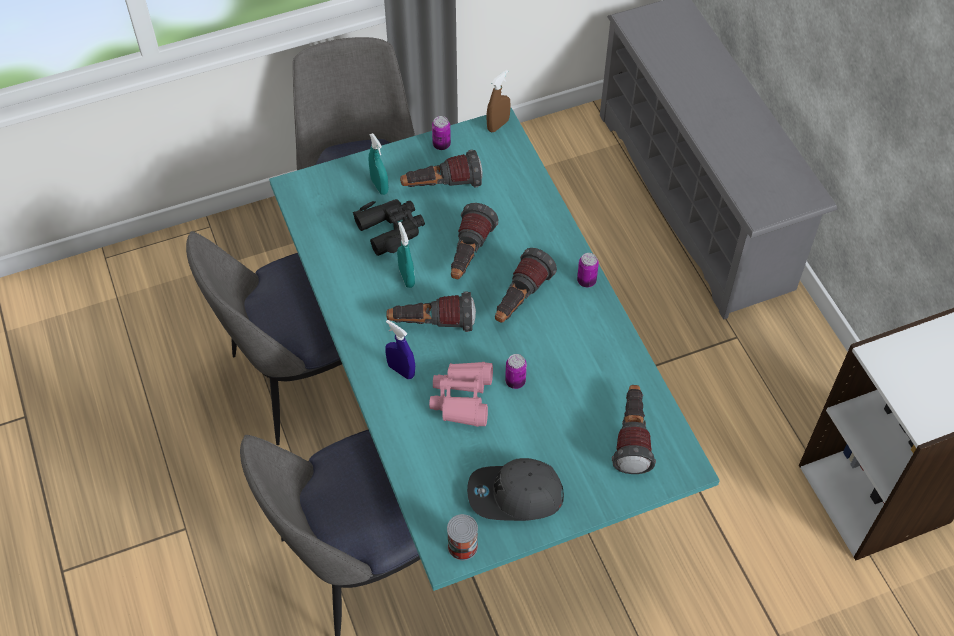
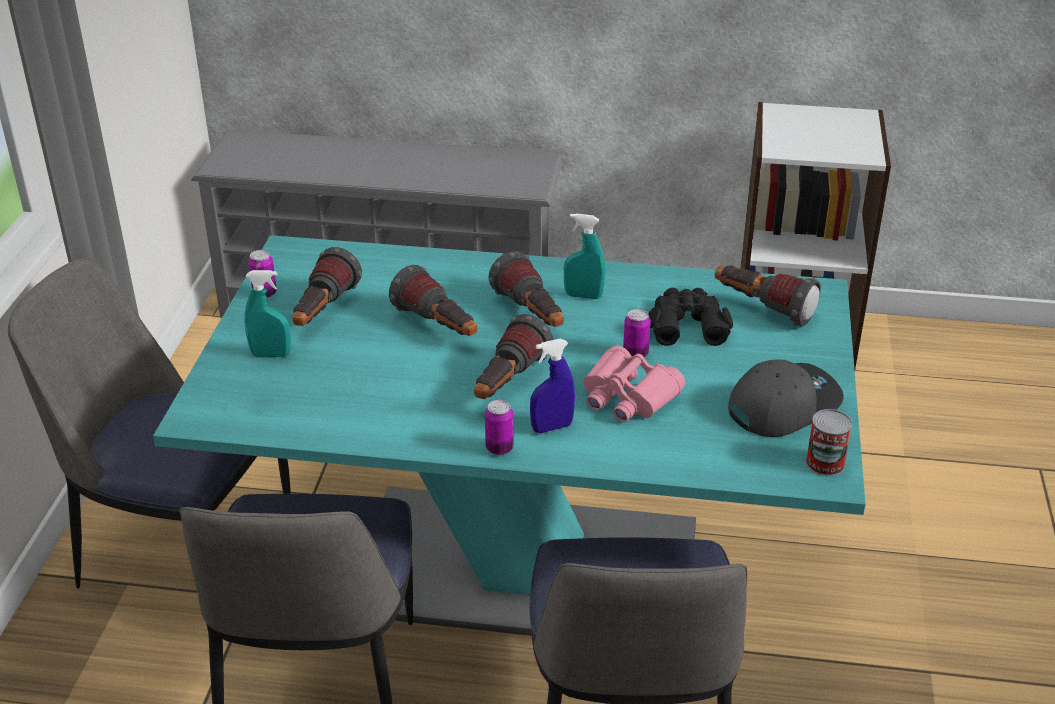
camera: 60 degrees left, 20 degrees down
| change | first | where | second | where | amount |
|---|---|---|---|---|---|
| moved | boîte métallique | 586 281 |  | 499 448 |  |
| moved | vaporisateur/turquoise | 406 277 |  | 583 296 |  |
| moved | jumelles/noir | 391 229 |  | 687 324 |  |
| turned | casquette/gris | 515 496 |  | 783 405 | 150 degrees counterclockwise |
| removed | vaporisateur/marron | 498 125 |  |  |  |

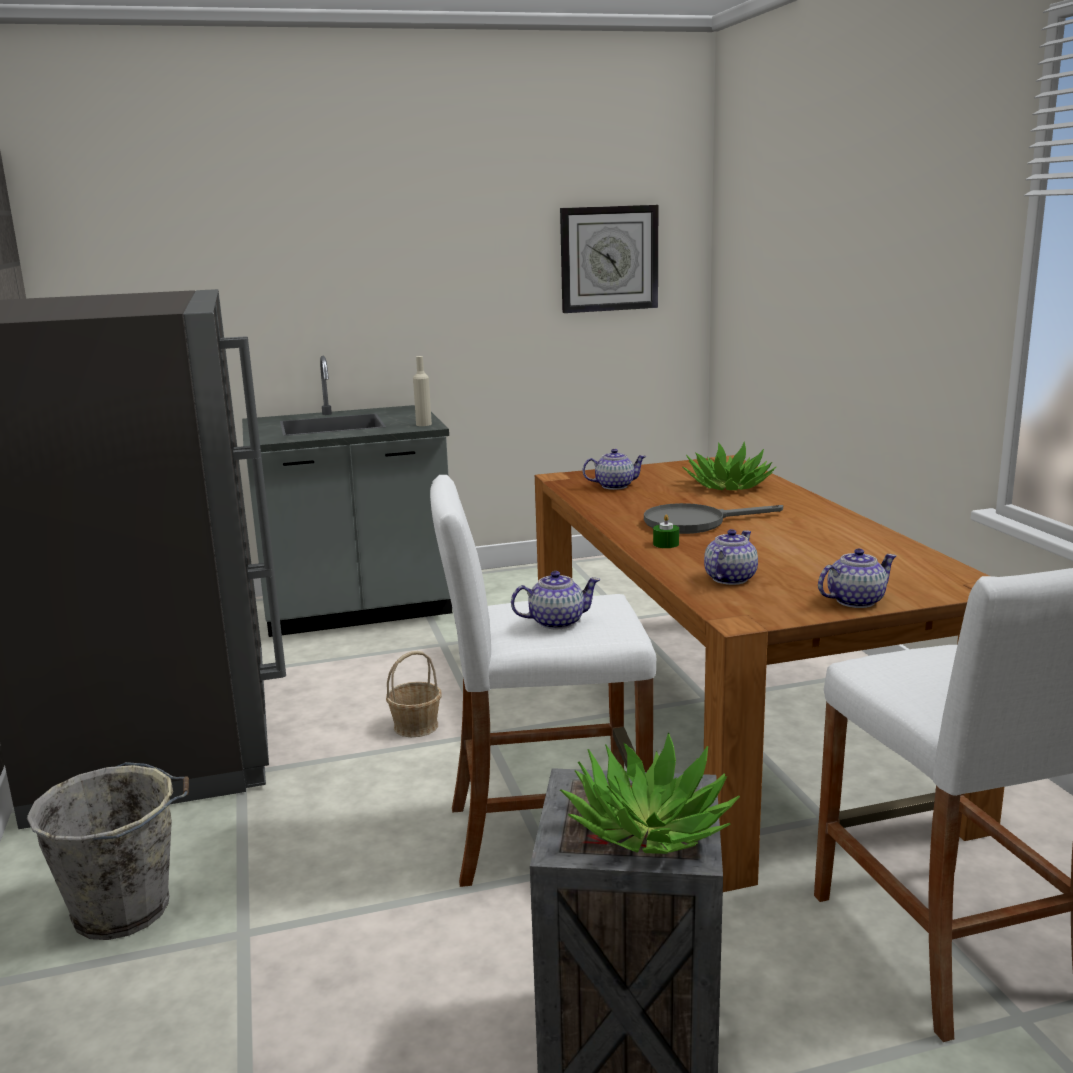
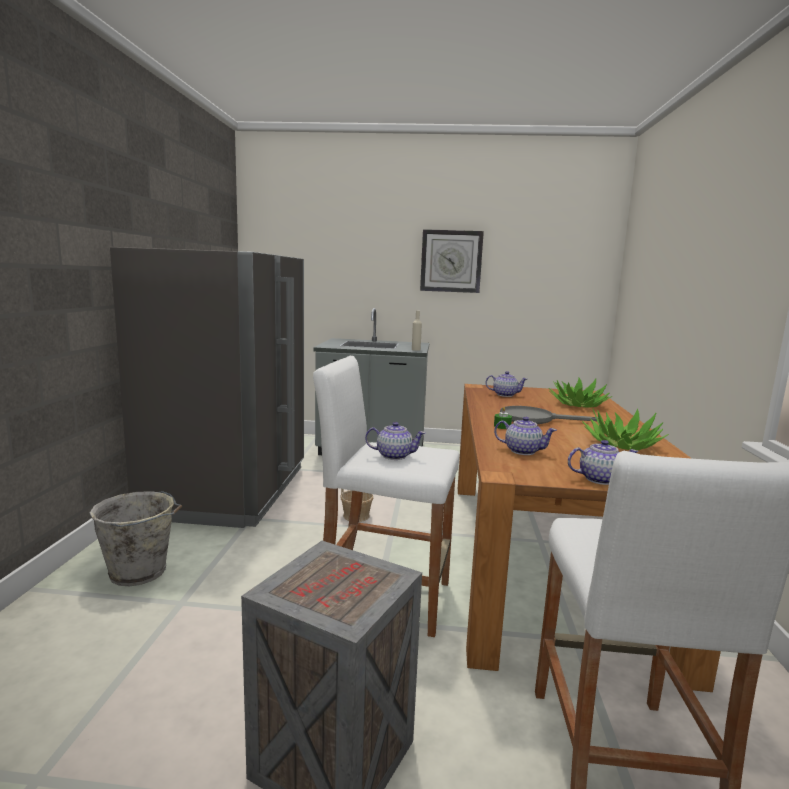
camera: 20 degrees right, 5 degrees down
| change | first | where | second | where | amount |
|---|---|---|---|---|---|
| moved | horloge murale | 609 258 |  | 451 261 |  |
| turned | théière | 729 579 |  | 522 451 | 60 degrees clockwise |
| moved | plante en pot | 650 828 |  | 622 444 |  |

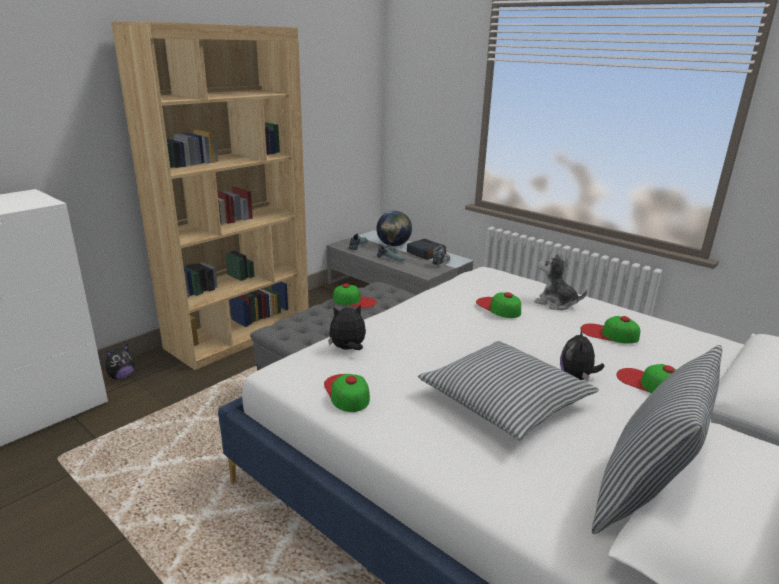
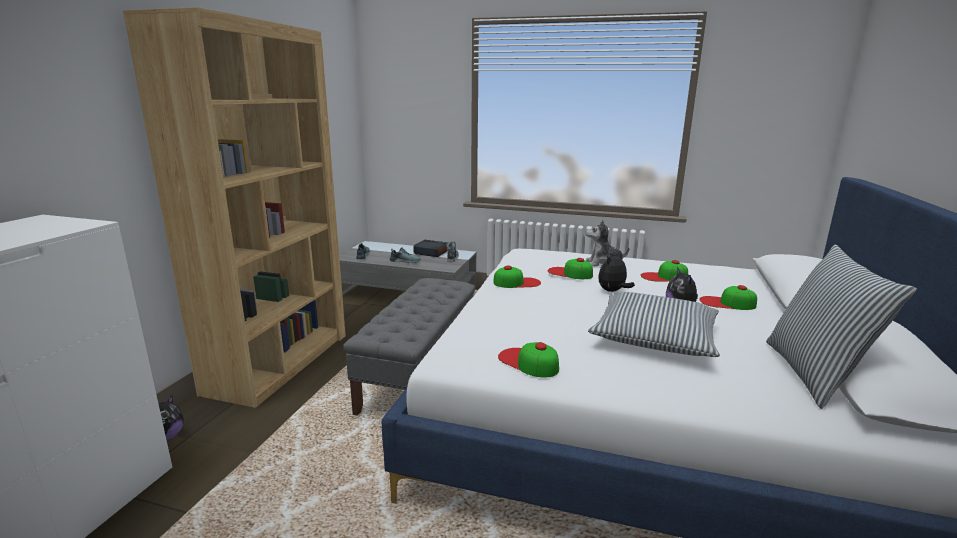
camera: 25 degrees left, 5 degrees down
| change | first | where | second | where | amount |
|---|---|---|---|---|---|
| moved | casquette | 354 301 |  | 517 282 |  |
| moved | peluche | 348 349 |  | 612 291 |  |
| removed | globe | 393 245 |  |  |  |

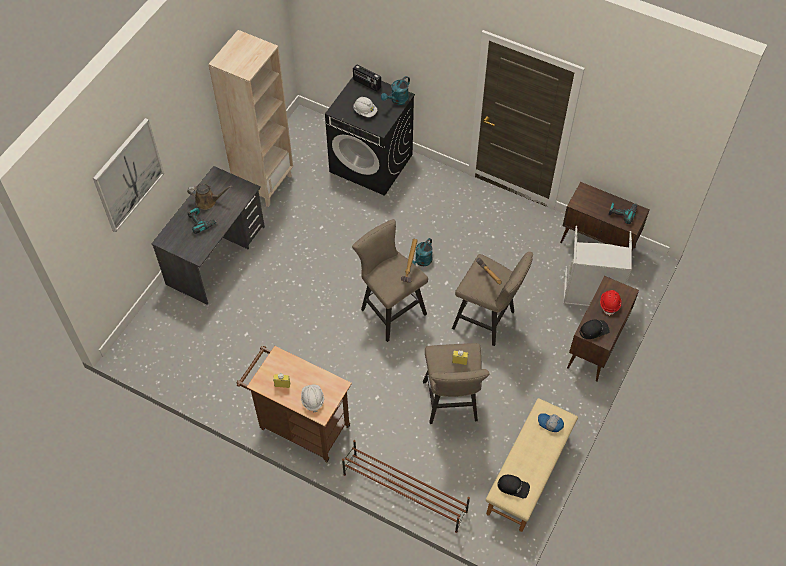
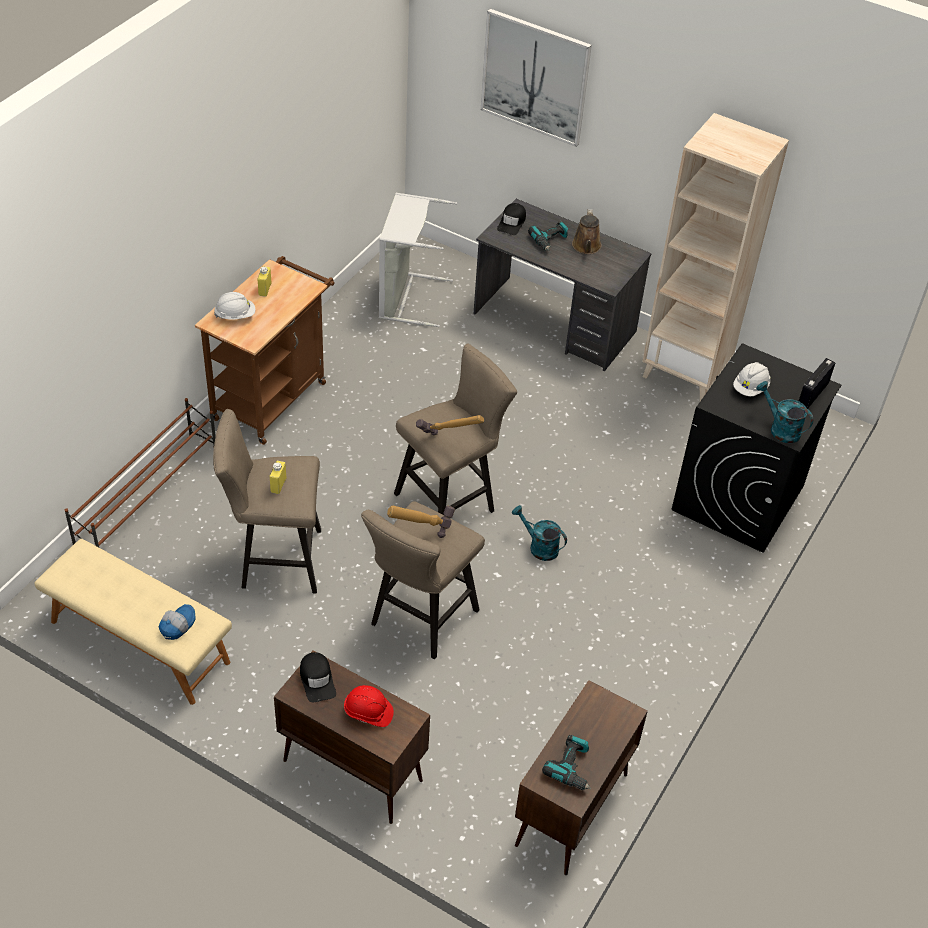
camera: 90 degrees right, 10 degrees down
| change | first | where | second | where | amount |
|---|---|---|---|---|---|
| moved | panier à linge/gris | 590 294 |  | 406 298 |  |
| moved | casquette/noir | 513 487 |  | 512 222 |  |

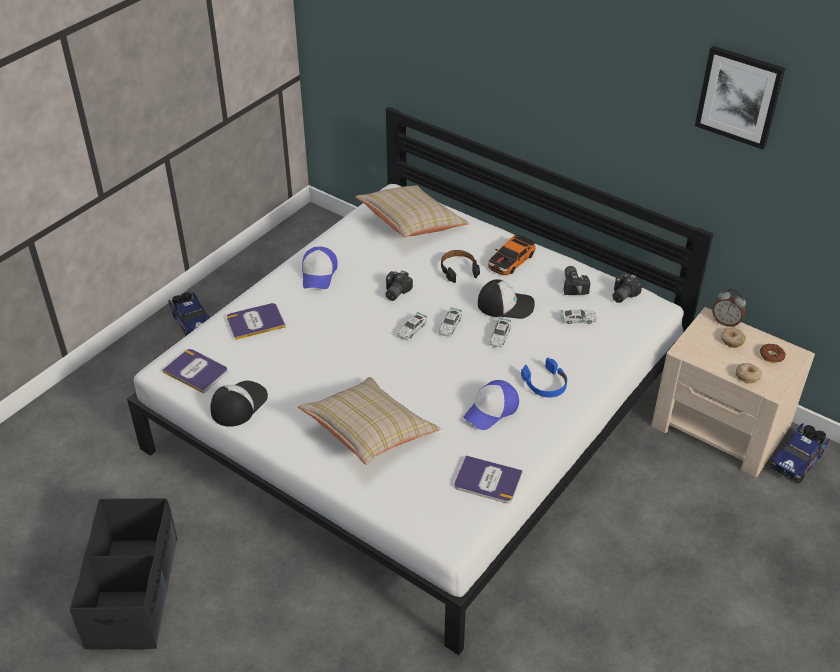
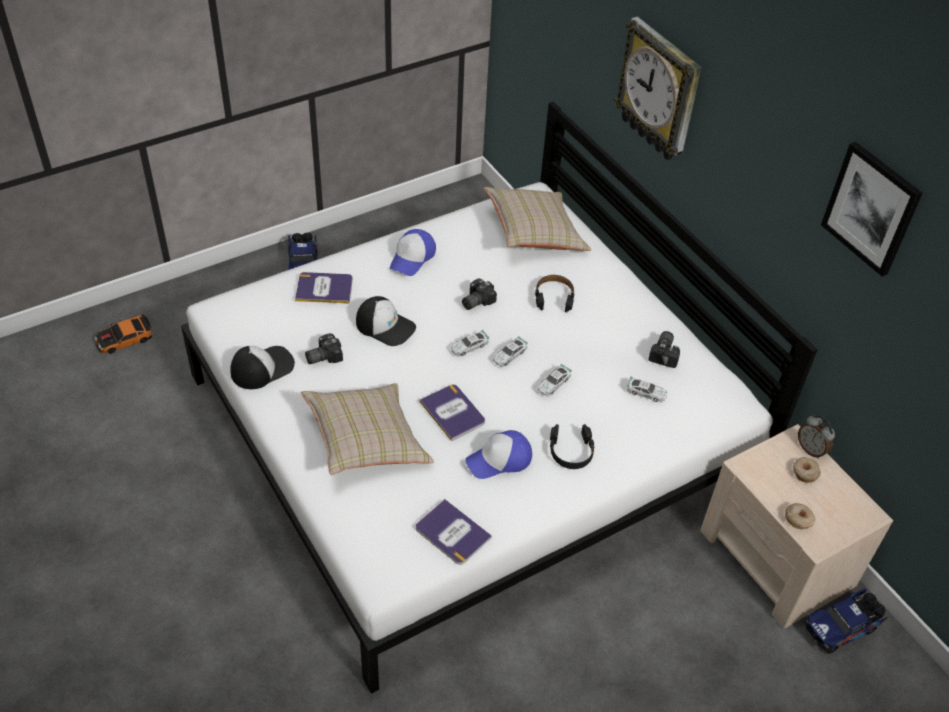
camera: 20 degrees right, 5 degrees up
| change | first | where | second | where | amount |
|---|---|---|---|---|---|
| moved | petite voiture | 511 260 |  | 125 339 |  |
| moved | appareil photo | 622 294 |  | 322 356 |  |
| moved | casquette | 506 304 |  | 385 326 |  |
| moved | livre | 196 371 |  | 453 412 |  |
| recoloured | casque audio/bleu | 545 384 | casque audio/noir | 571 451 |  |
| added |  |  | horloge murale | 659 91 |  |
| removed | boîte de rangement/noir | 134 592 |  |  |  |
| removed | beignet | 771 356 |  |  |  |

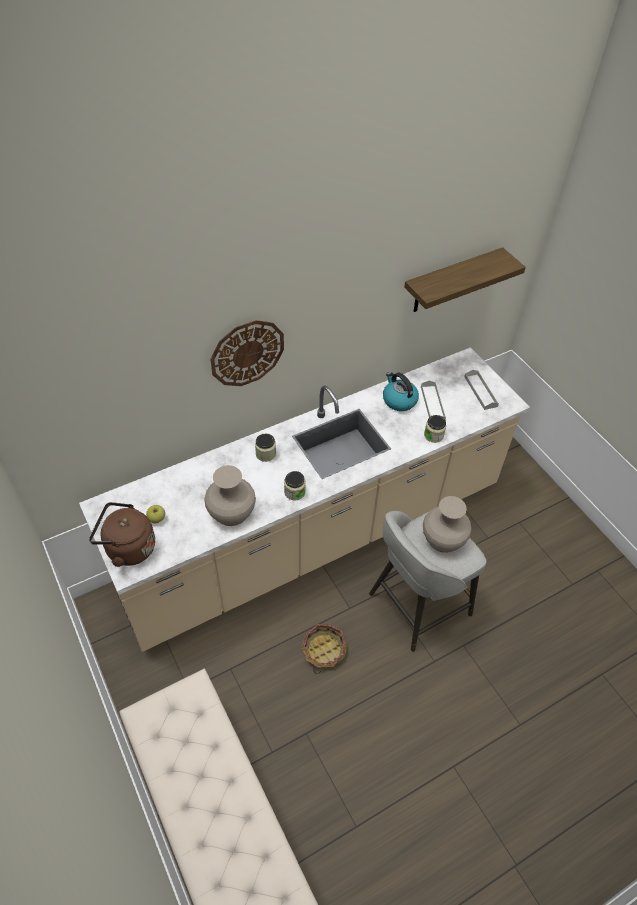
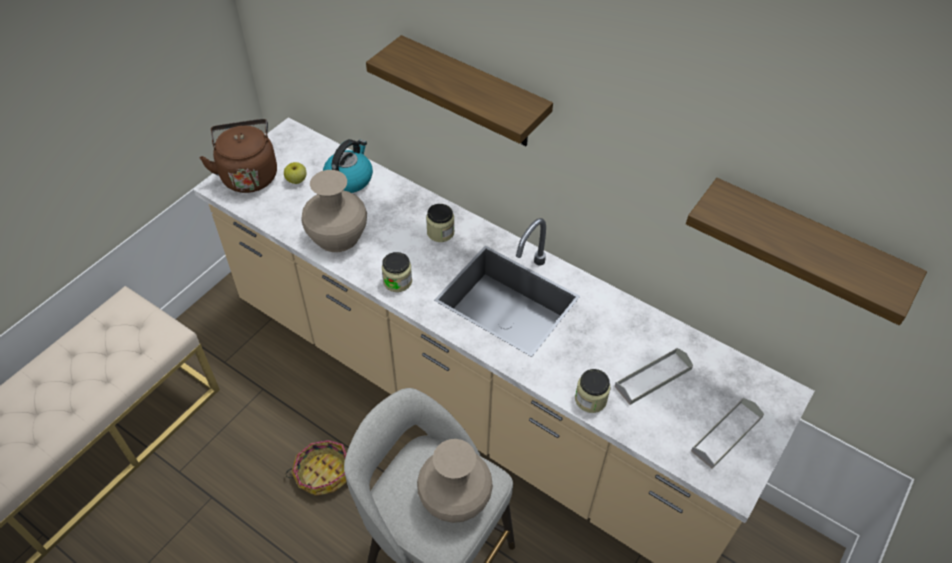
camera: 65 degrees right, 0 degrees up
| change | first | where | second | where | amount |
|---|---|---|---|---|---|
| moved | bouilloire | 399 400 |  | 349 178 |  |
| replaced | horloge murale | 247 353 | étagère | 474 94 |  |

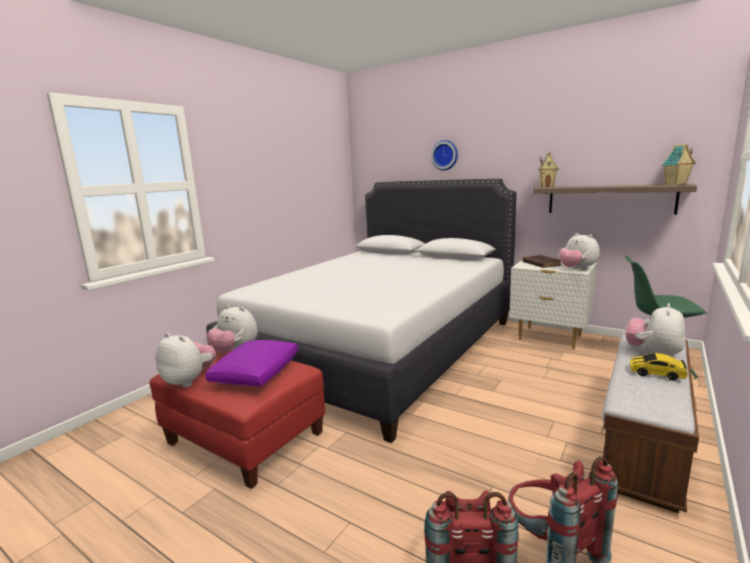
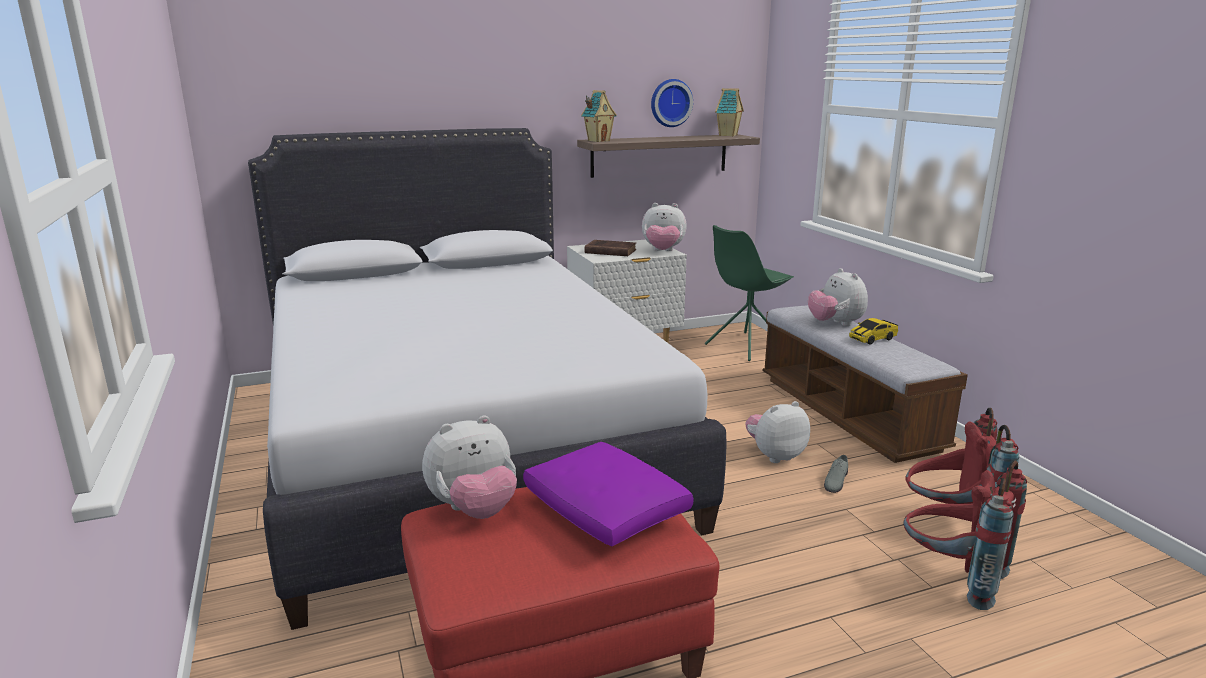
camera: 55 degrees left, 5 degrees up
| change | first | where | second | where | amount |
|---|---|---|---|---|---|
| moved | horloge murale | 445 155 |  | 670 103 |  |
| moved | peluche | 189 381 |  | 775 455 |  |
| added |  |  | chaussure/gris | 835 481 |  |

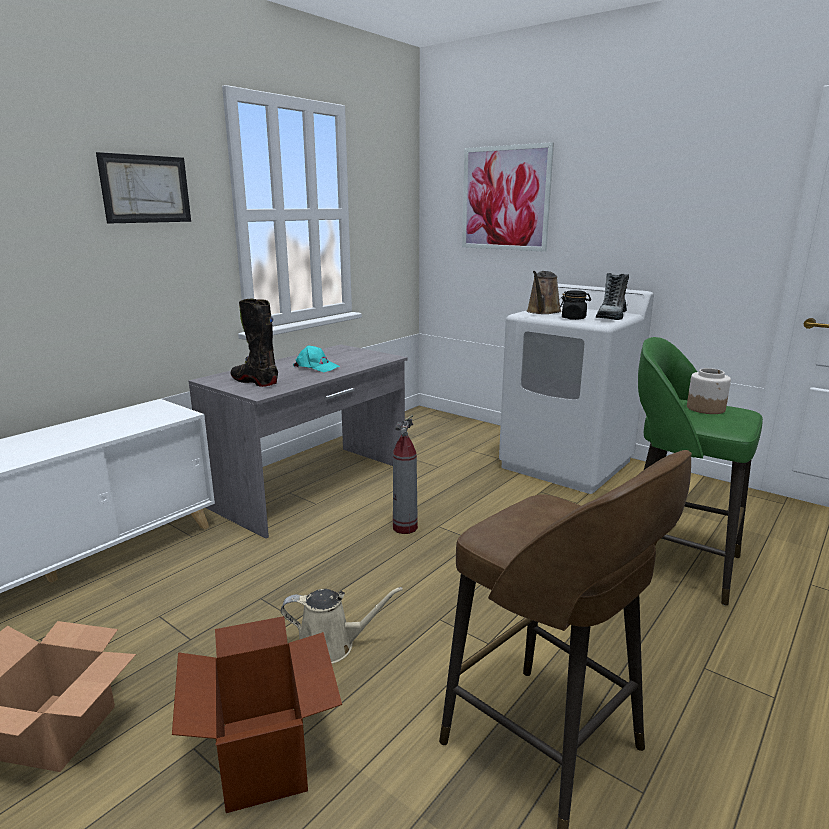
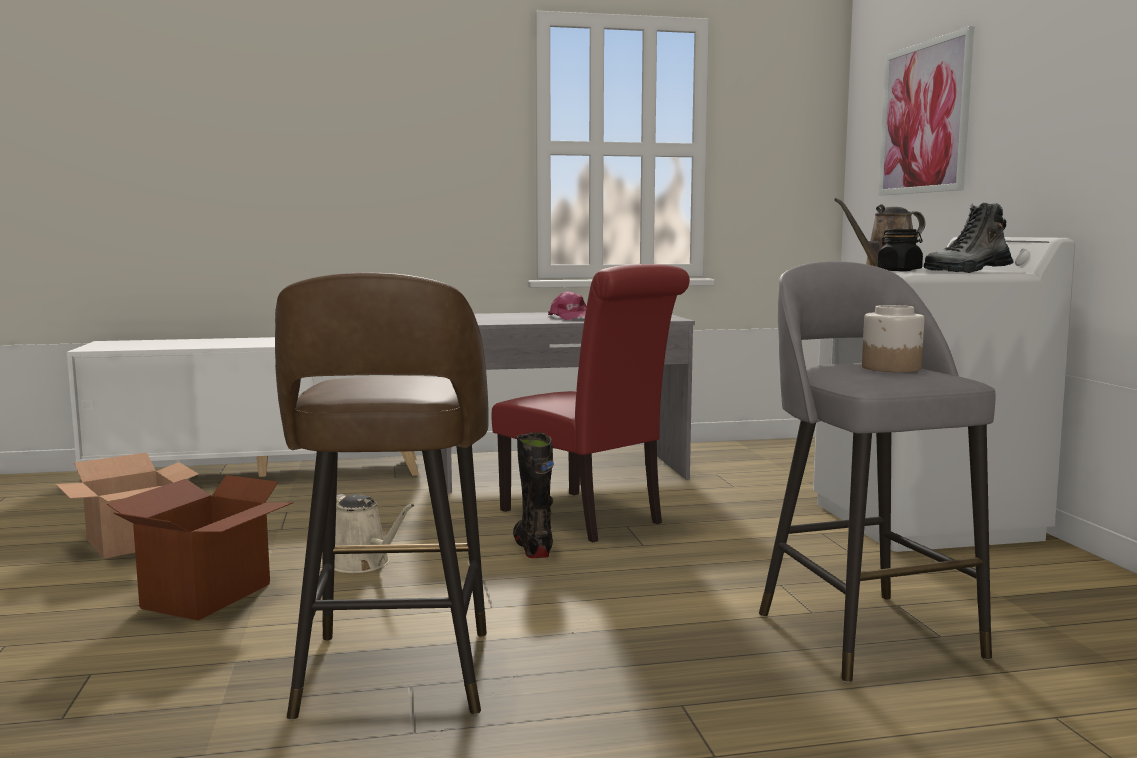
camera: 40 degrees right, 10 degrees down
| change | first | where | second | where | amount |
|---|---|---|---|---|---|
| replaced | extincteur | 405 528 | chaise/rouge | 588 518 |  |
| moved | botte/noir | 255 381 |  | 533 547 |  |
| recoloured | casquette/turquoise | 316 367 | casquette/rose | 571 317 |  |
| recoloured | tabouret/vert | 674 563 | tabouret/gris | 864 632 |  |
| removed | tableau | 146 189 |  |  |  |

